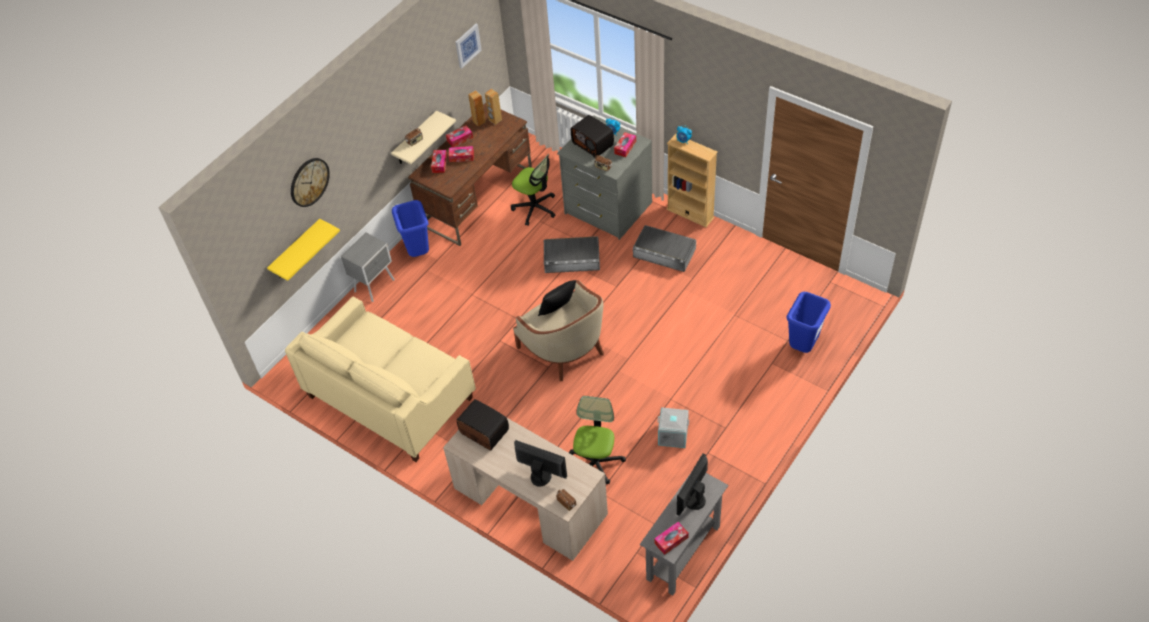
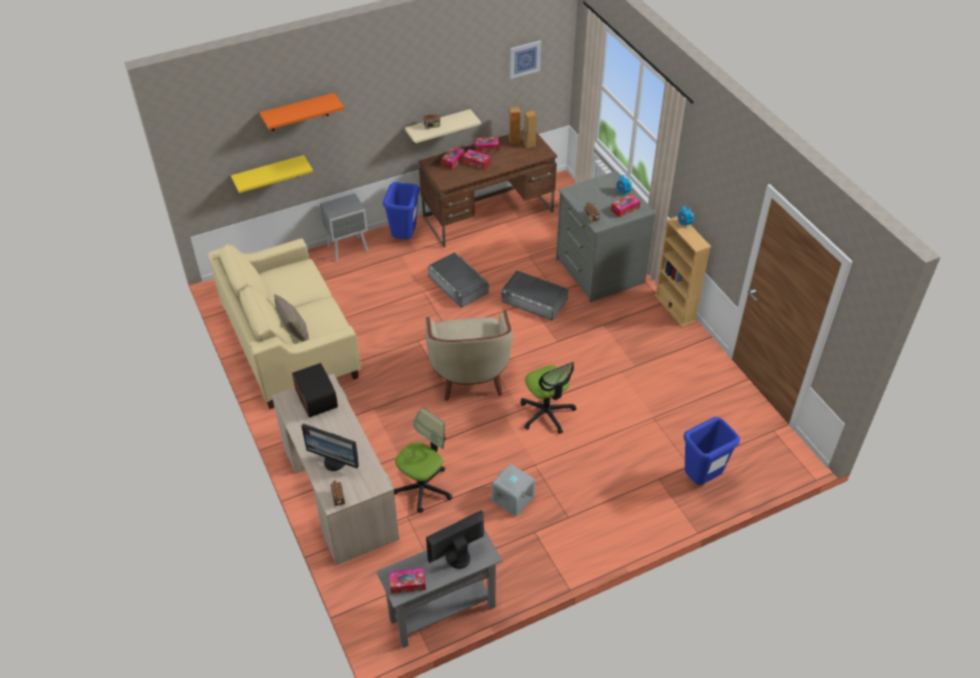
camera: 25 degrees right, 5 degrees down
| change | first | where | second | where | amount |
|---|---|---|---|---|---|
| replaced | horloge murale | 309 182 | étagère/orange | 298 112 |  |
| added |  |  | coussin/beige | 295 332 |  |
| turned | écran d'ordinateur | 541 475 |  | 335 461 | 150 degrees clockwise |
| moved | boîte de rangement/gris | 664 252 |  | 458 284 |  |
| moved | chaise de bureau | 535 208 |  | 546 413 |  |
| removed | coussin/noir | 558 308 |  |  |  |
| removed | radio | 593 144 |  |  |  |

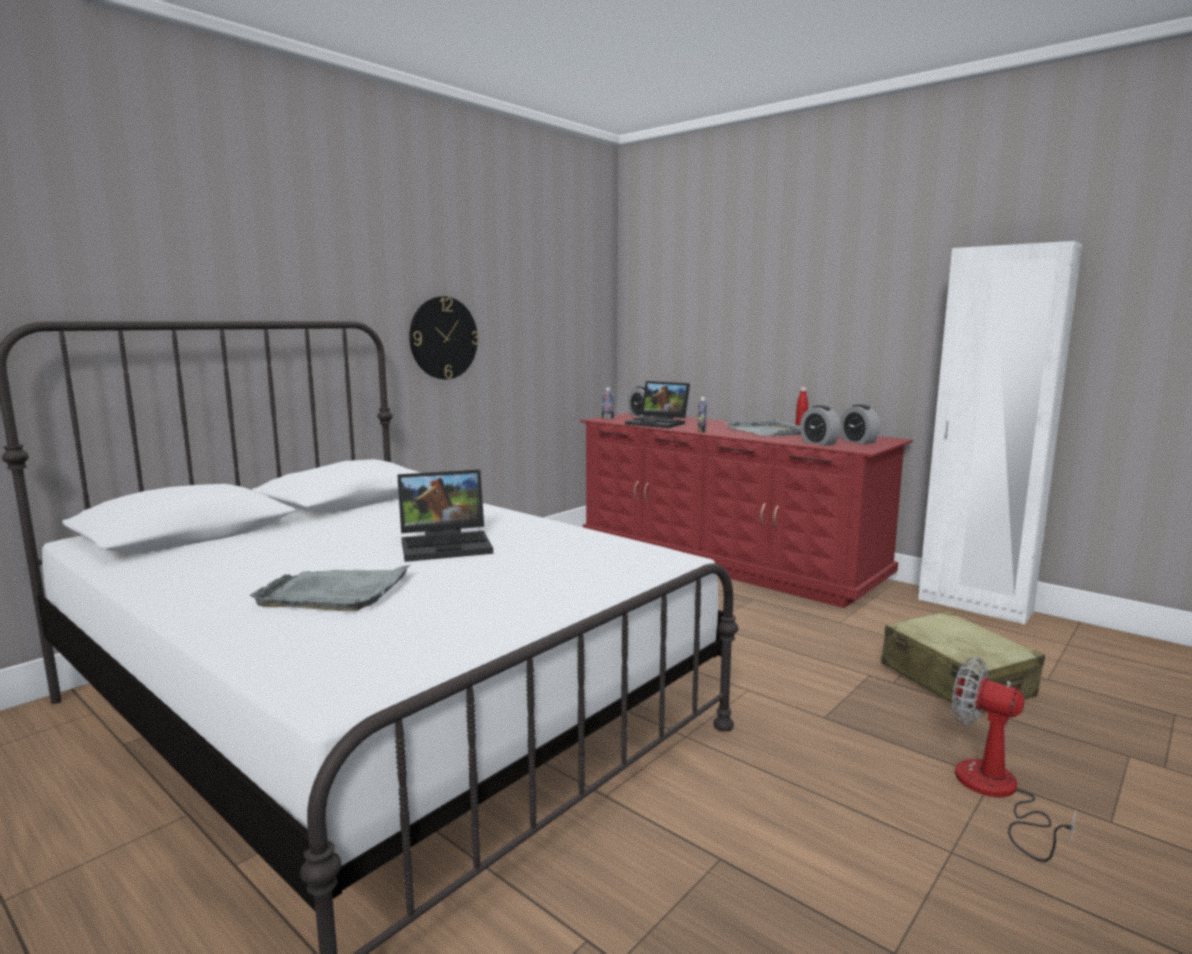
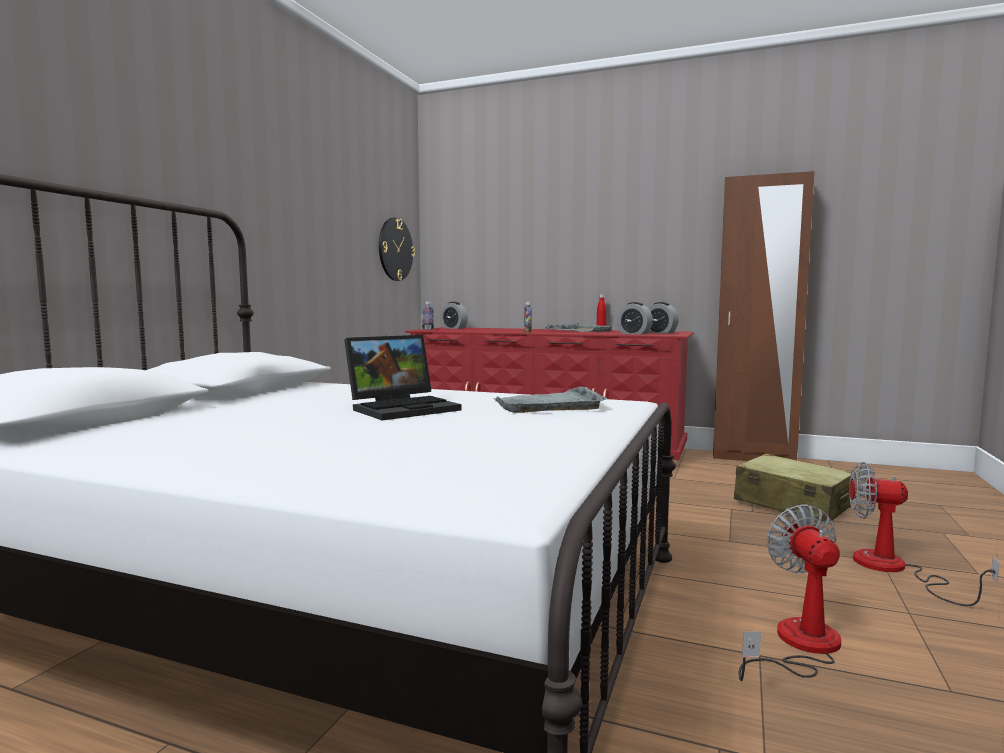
camera: 20 degrees left, 5 degrees down
| change | first | where | second | where | amount |
|---|---|---|---|---|---|
| moved | horloge murale | 443 338 |  | 395 249 |  |
| moved | plateau/gris | 335 592 |  | 549 405 |  |
| recoloured | armoire/blanc | 974 606 | armoire/marron | 753 458 |  |
| added |  |  | ventilateur | 798 646 |  |
| removed | ordinateur portable | 659 423 |  |  |  |

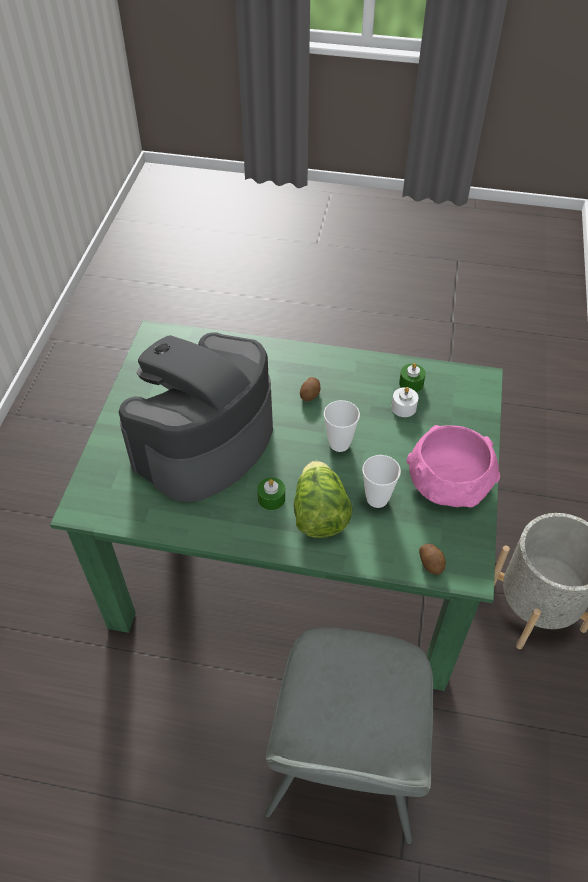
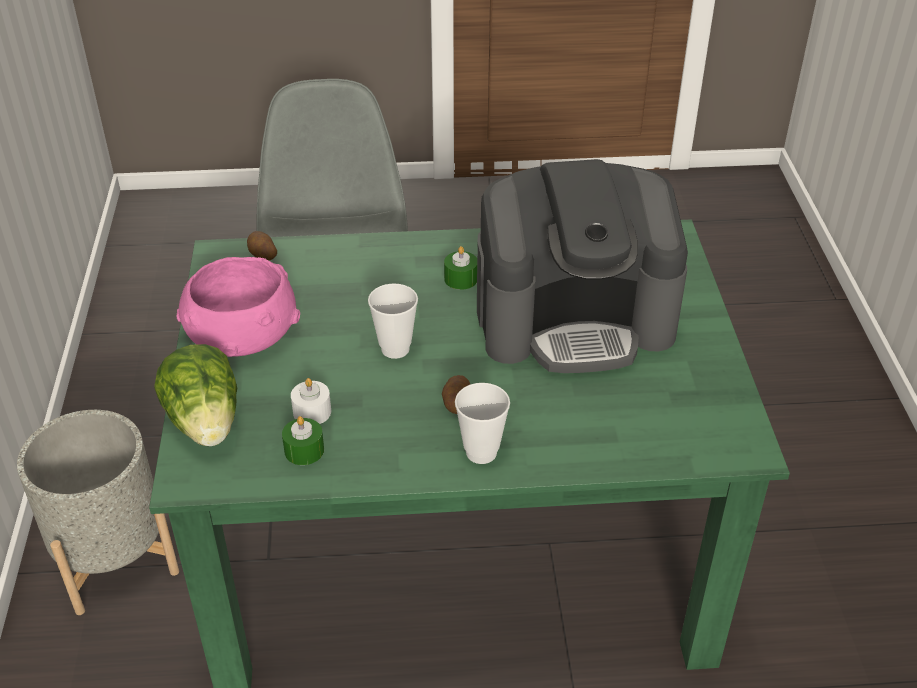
camera: 165 degrees right, 10 degrees down
| change | first | where | second | where | amount |
|---|---|---|---|---|---|
| moved | laitue | 319 514 |  | 206 423 |  |
| moved | tasse | 377 499 |  | 481 452 |  |
| turned | machine à café | 203 443 |  | 575 318 | 60 degrees clockwise |

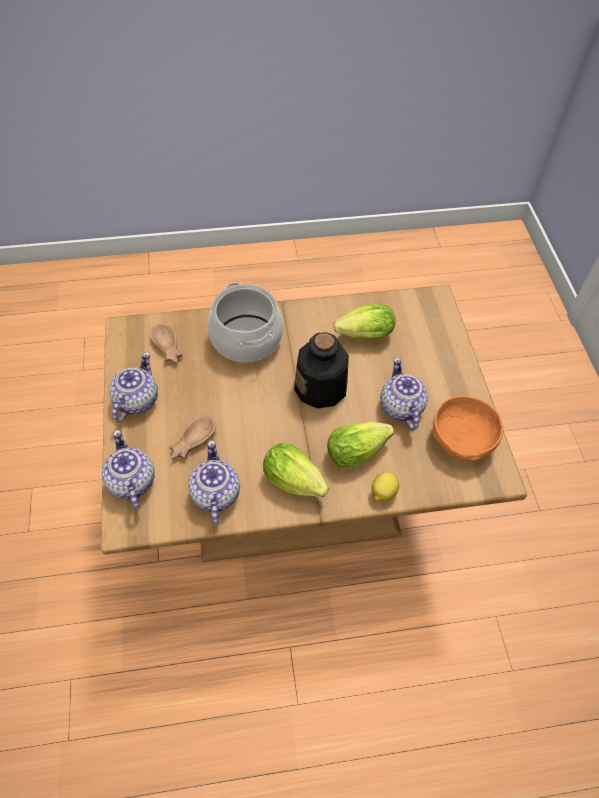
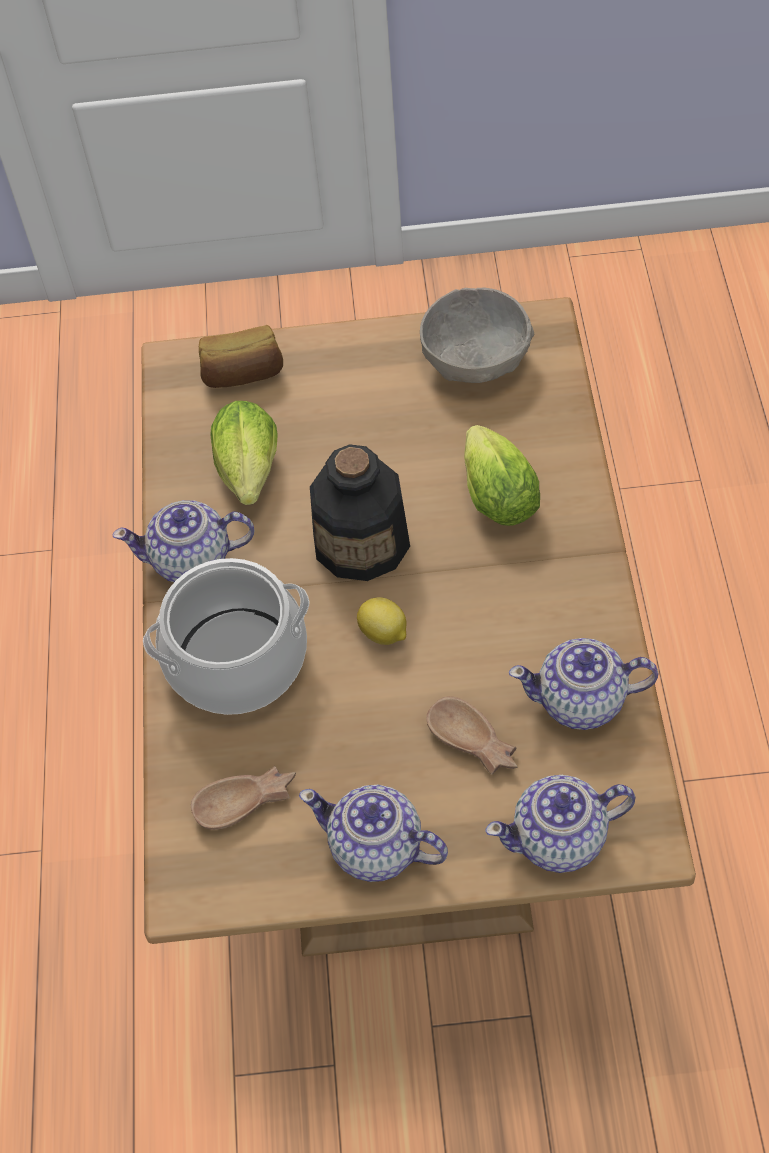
camera: 80 degrees left, 0 degrees up
| change | first | where | second | where | amount |
|---|---|---|---|---|---|
| moved | théière | 400 408 |  | 192 560 |  |
| added |  |  | pain | 243 374 |  |
| moved | citron | 382 492 |  | 384 633 |  |
| recoloured | bol/orange | 461 439 | bol/gris | 475 360 |  |
| removed | laitue | 297 483 |  |  |  |

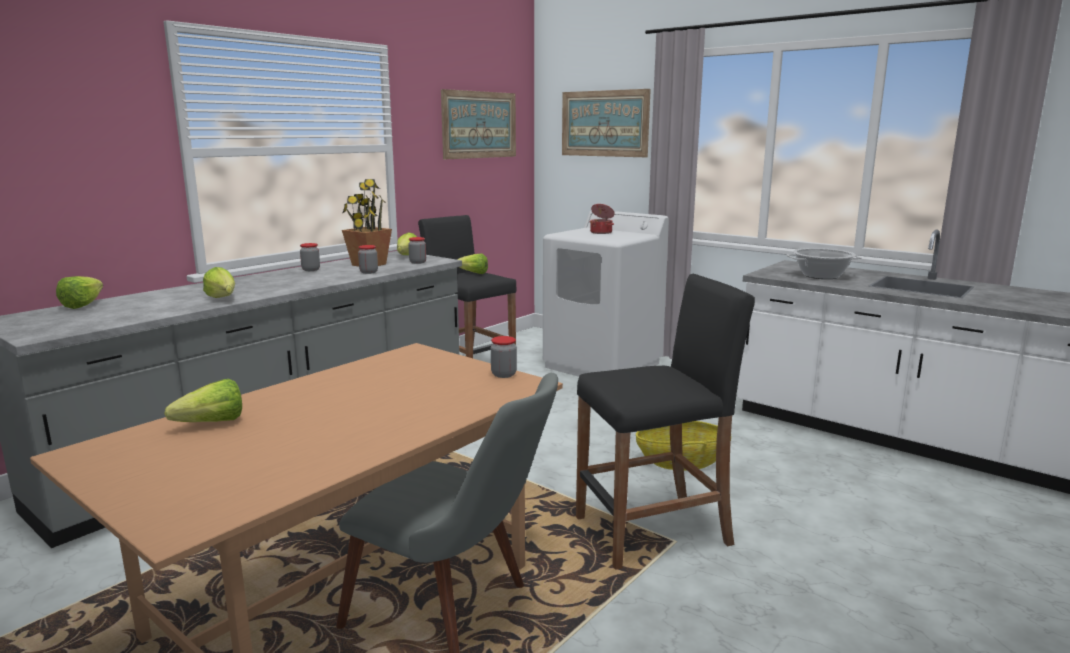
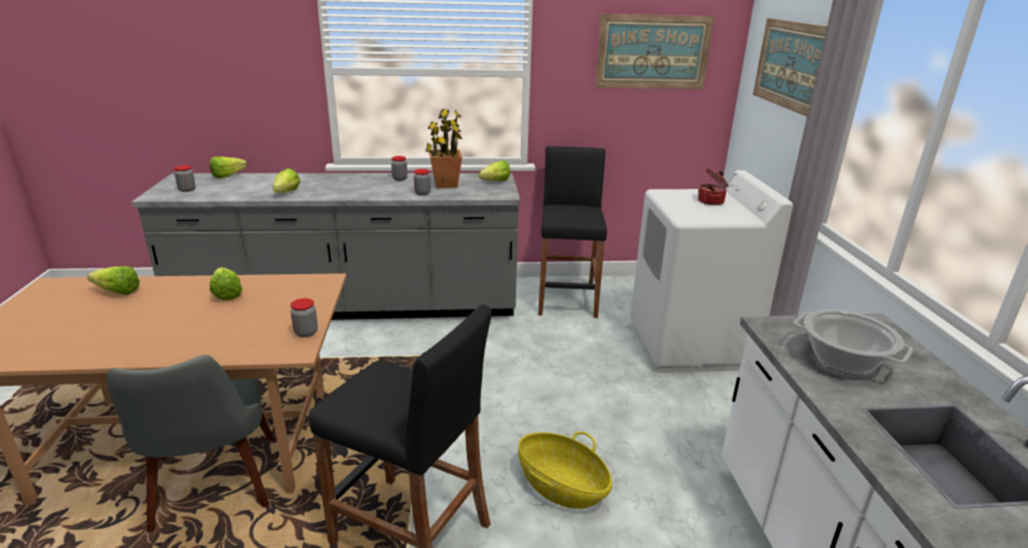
camera: 45 degrees right, 10 degrees up
| change | first | where | second | where | amount |
|---|---|---|---|---|---|
| moved | bocal | 417 262 |  | 187 190 |  |
| moved | laitue | 471 273 |  | 227 292 |  |

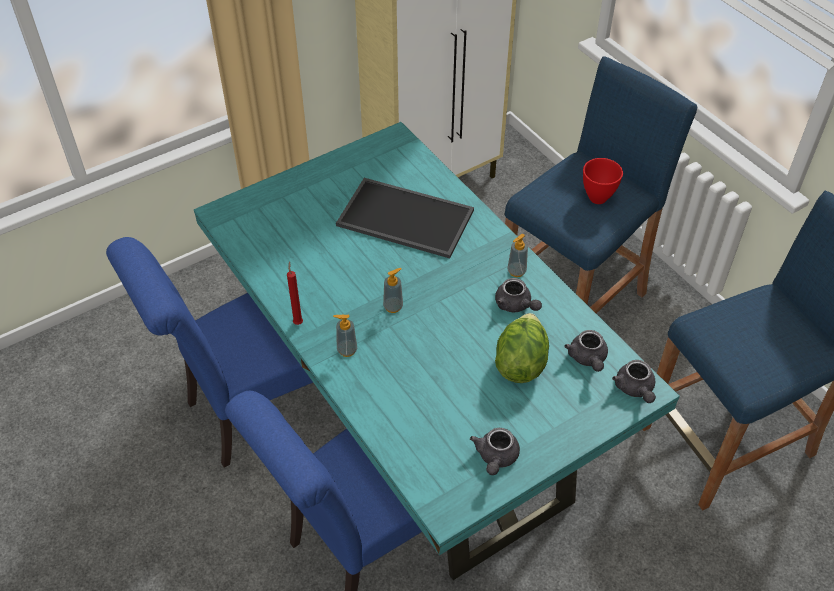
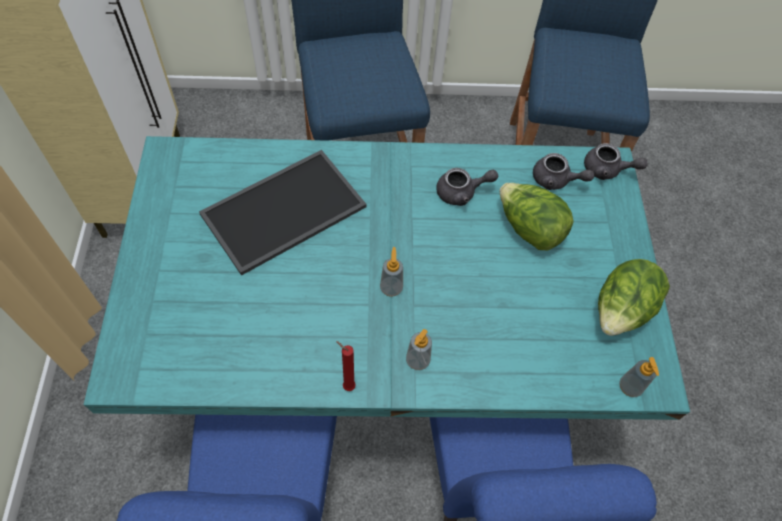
camera: 60 degrees left, 10 degrees up
| change | first | where | second | where | amount |
|---|---|---|---|---|---|
| replaced | théière/gris | 495 458 | laitue | 621 311 |  |
| moved | distributeur de savon | 516 271 |  | 630 387 |  |
| removed | bol/rouge | 598 198 |  |  |  |

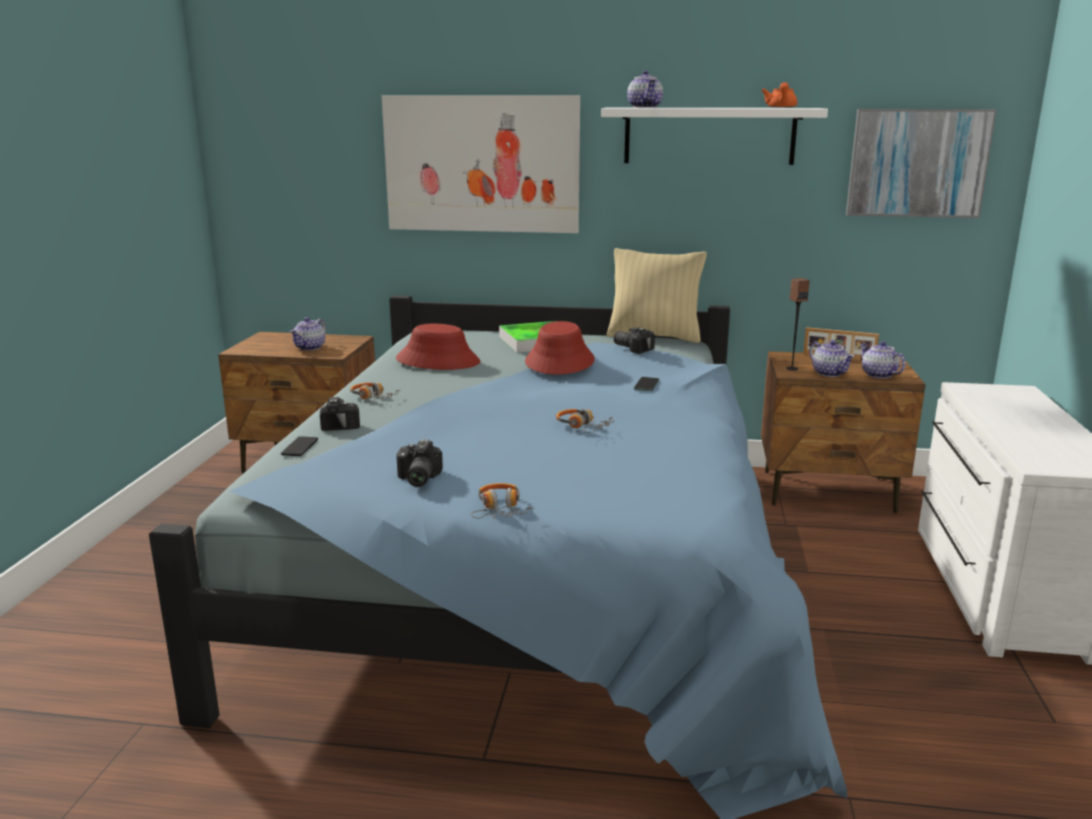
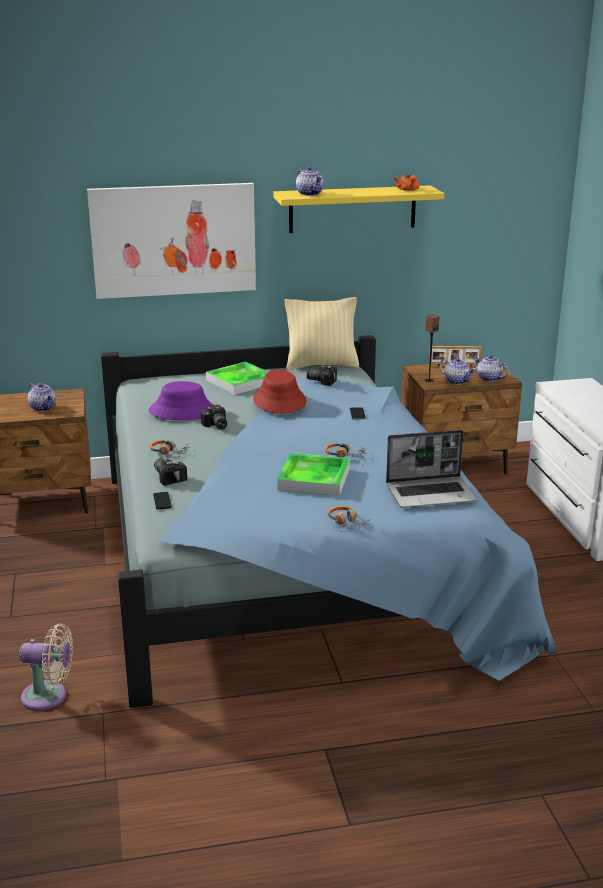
camera: 20 degrees left, 5 degrees up
| change | first | where | second | where | amount |
|---|---|---|---|---|---|
| added |  |  | ventilateur/beige | 49 696 |  |
| turned | théière | 310 348 |  | 43 408 | 45 degrees counterclockwise |
| recoloured | chapeau/rouge | 438 361 | chapeau/violet | 182 411 |  |
| moved | appareil photo | 416 479 |  | 215 426 |  |
| recoloured | étagère/blanc | 709 136 | étagère/jaune | 352 209 |  |
| added |  |  | plateau | 314 479 |  |
| added |  |  | ordinateur portable | 431 493 |  |
| removed | tableau | 917 163 |  |  |  |

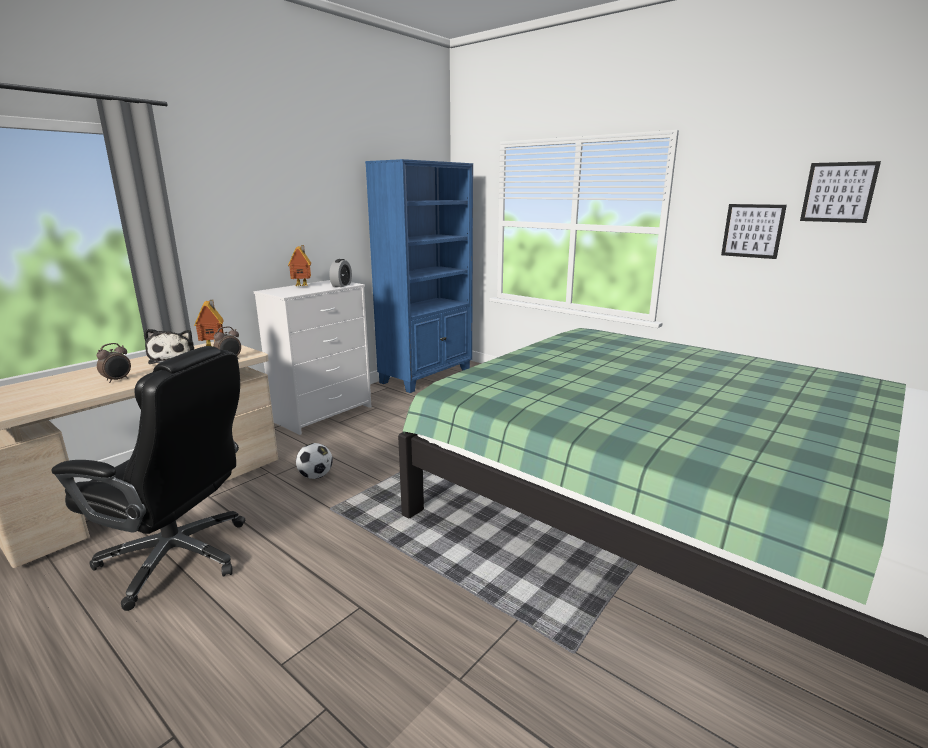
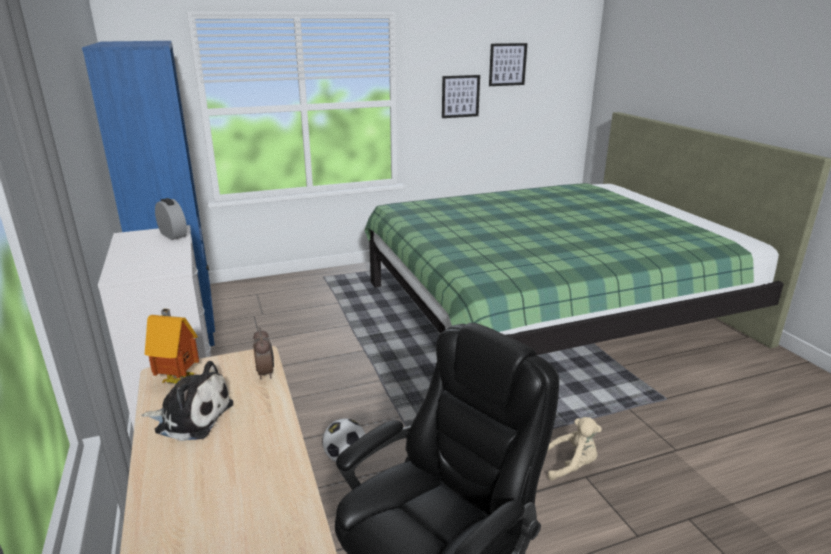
camera: 60 degrees left, 5 degrees up
| change | first | where | second | where | amount |
|---|---|---|---|---|---|
| added |  |  | peluche/beige | 571 466 |  |
| removed | réveil | 118 380 |  |  |  |
| removed | maison miniature | 303 286 |  |  |  |

